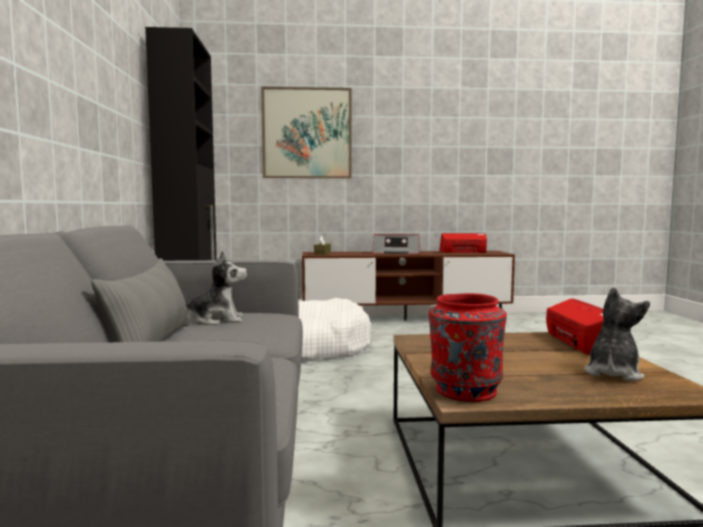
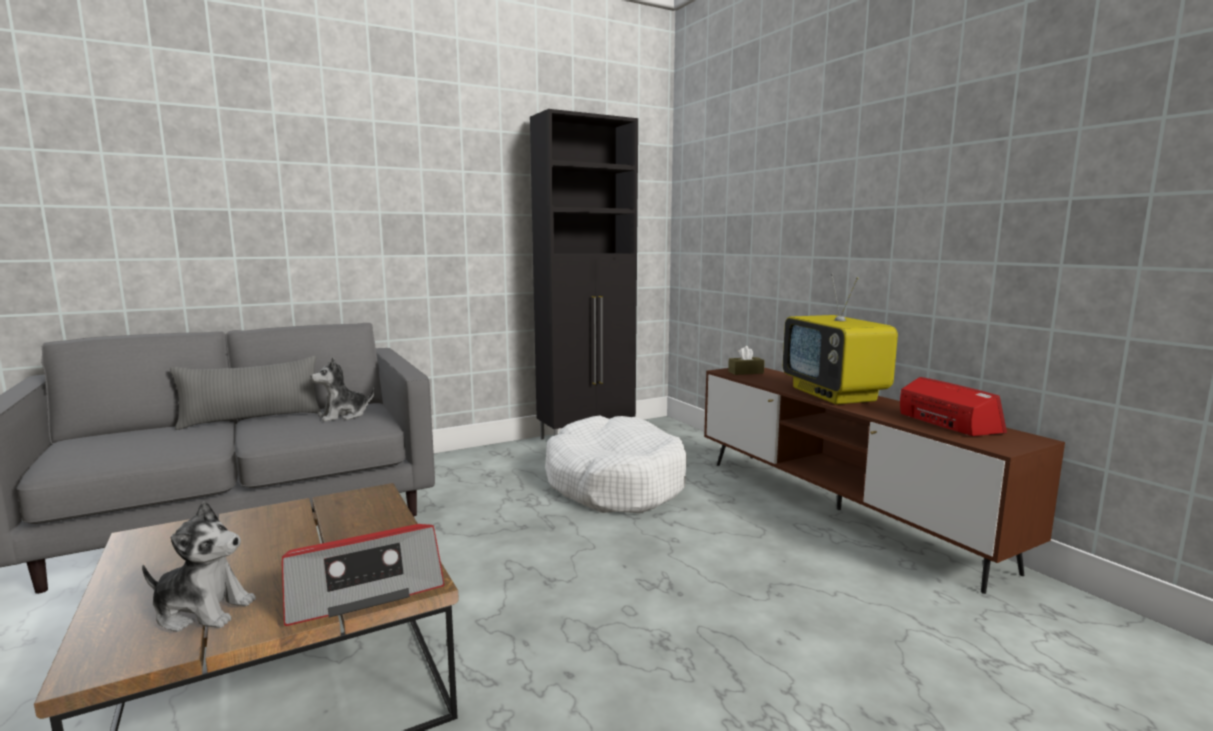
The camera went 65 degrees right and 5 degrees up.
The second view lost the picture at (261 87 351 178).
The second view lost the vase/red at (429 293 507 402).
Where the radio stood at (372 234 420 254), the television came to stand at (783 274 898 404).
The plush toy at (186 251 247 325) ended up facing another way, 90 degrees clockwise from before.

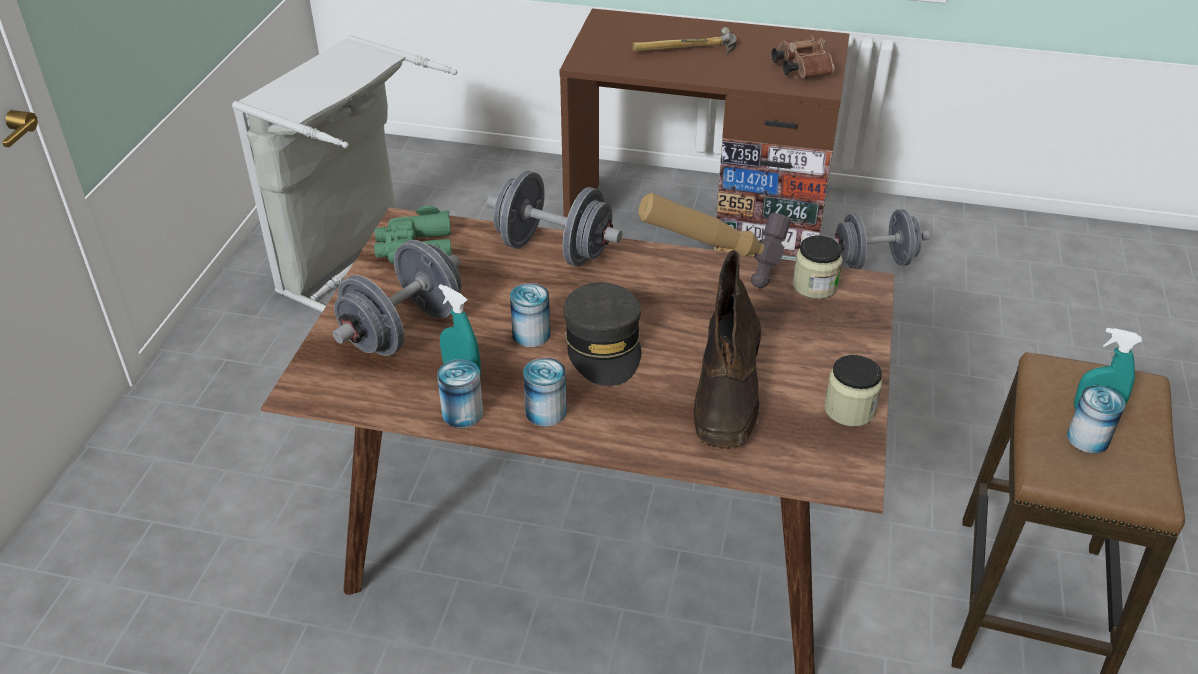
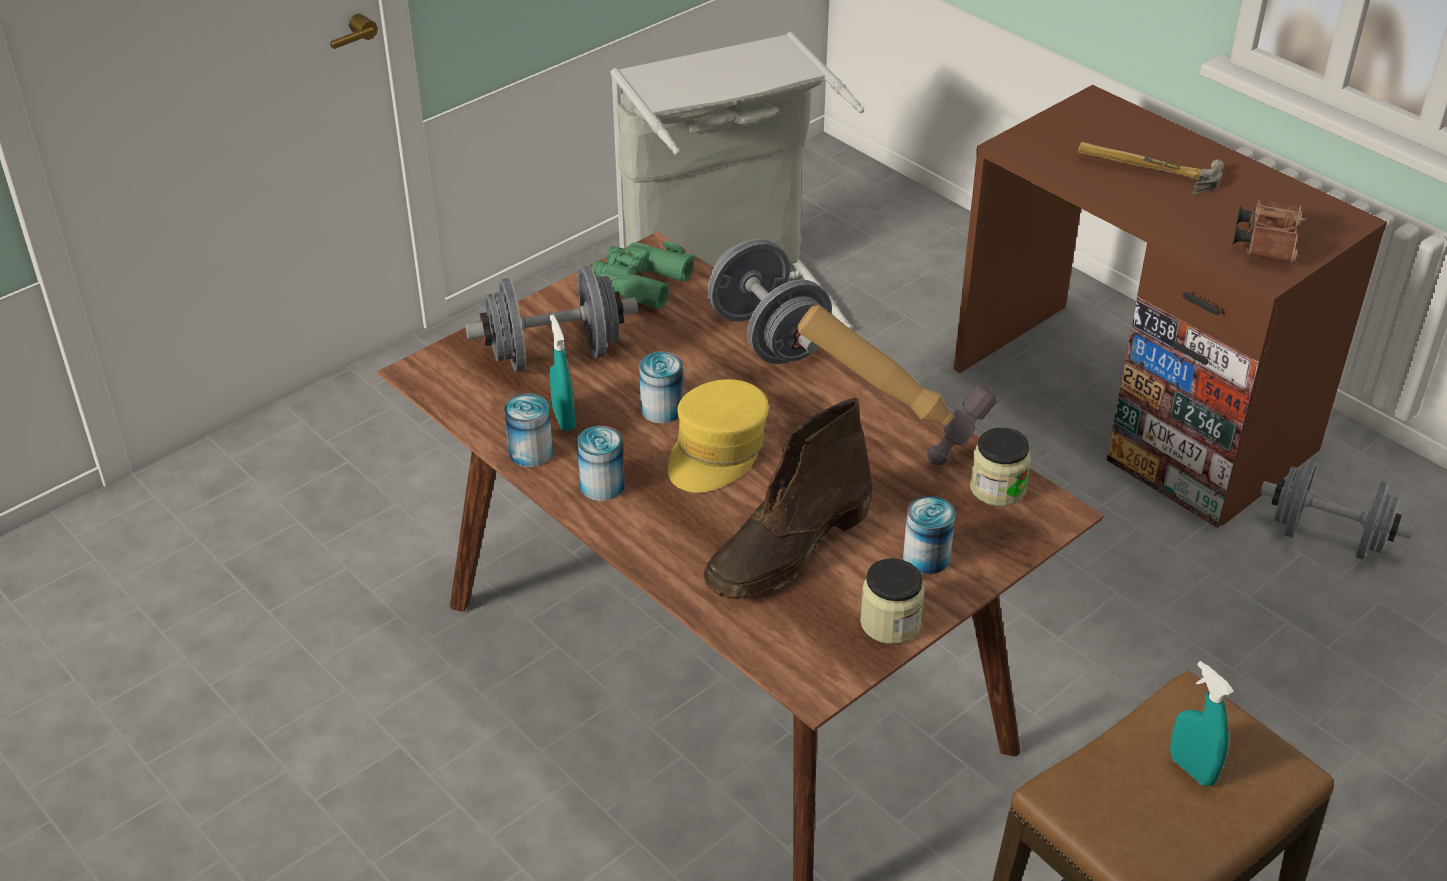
The camera went 35 degrees right and 0 degrees up.
The can ended up elsewhere, having gone from (1067 386 1125 453) to (903 496 955 574).
What was the cap/grey at (563 282 641 386) turned into the cap/yellow at (668 379 769 493).

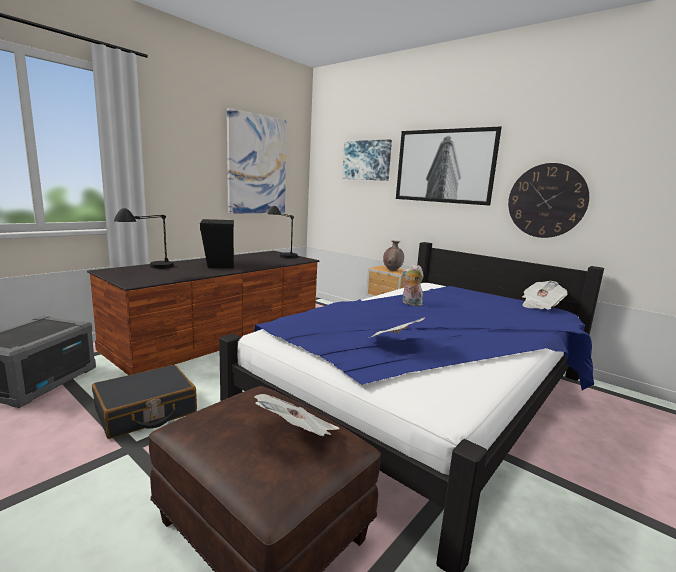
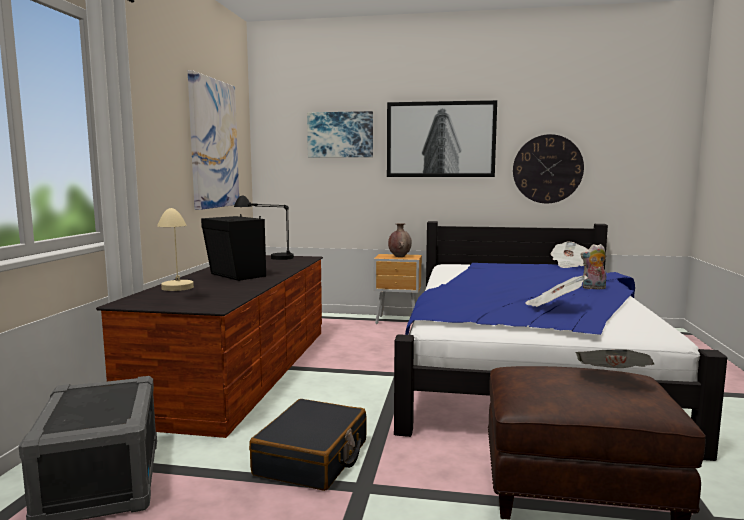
The camera went 30 degrees left and 5 degrees down.
The plush toy ended up elsewhere, having gone from (402 265 424 306) to (580 244 606 289).
What was the table lamp/black at (114 208 174 269) turned into the table lamp/beige at (157 208 194 291).

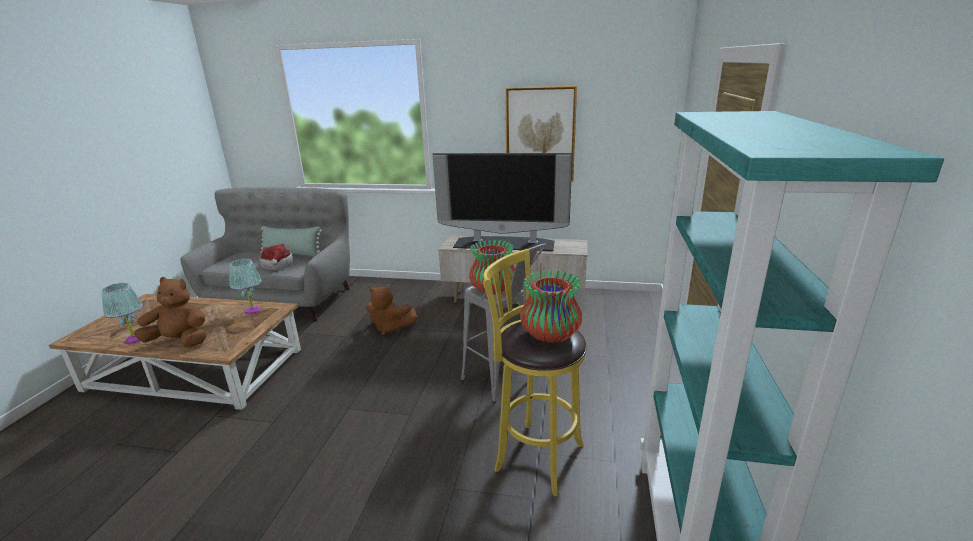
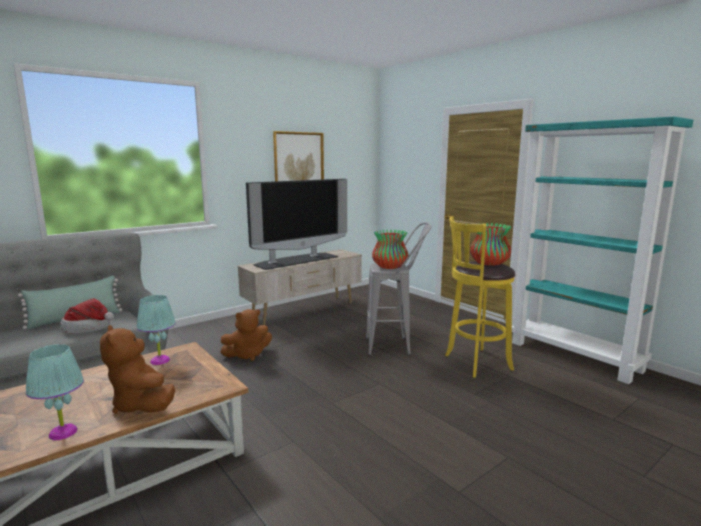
The camera went 50 degrees left and 10 degrees down.
The plush toy/brown at (134 277 207 347) ended up facing another way, 75 degrees counterclockwise from before.

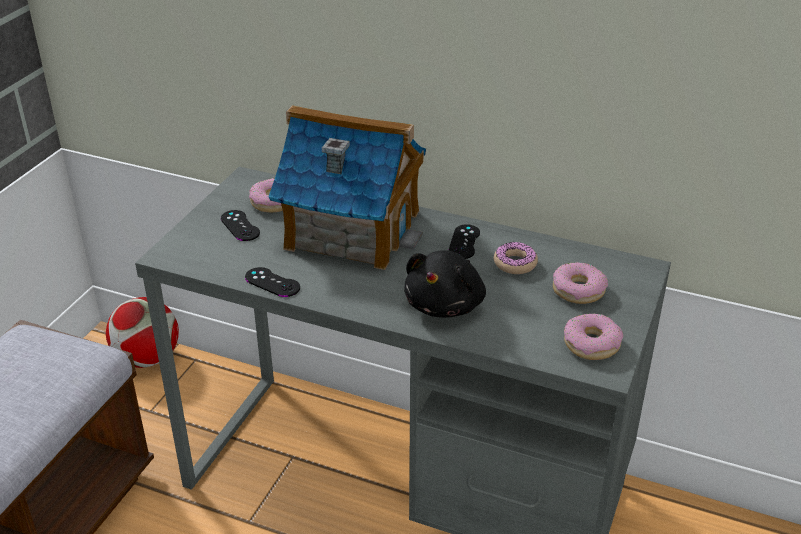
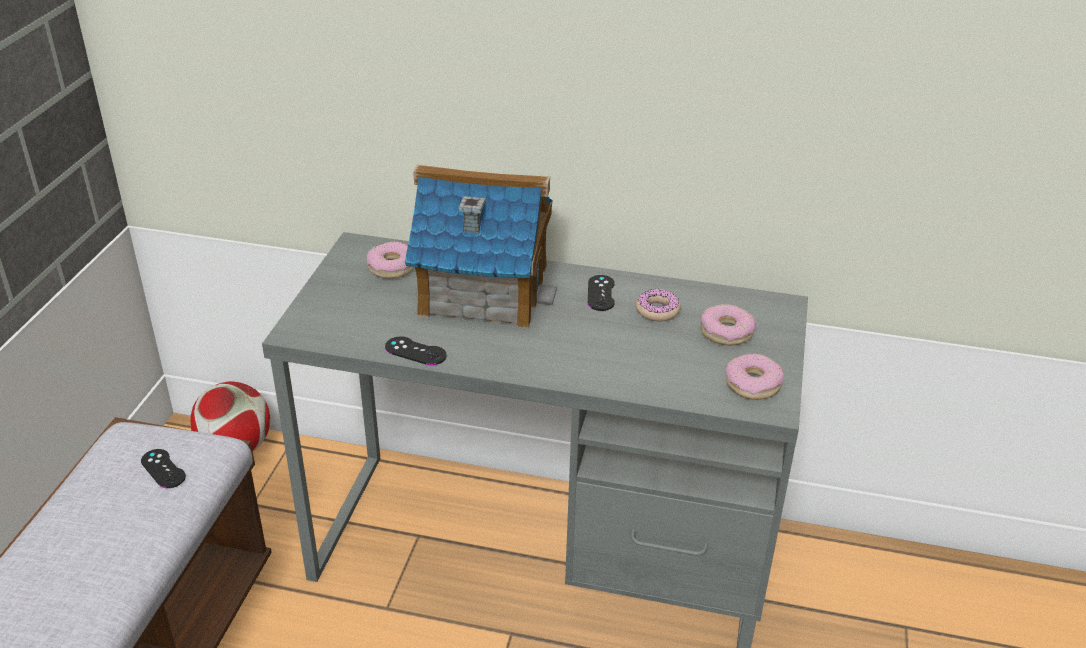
The camera went 10 degrees left and 0 degrees up.
The second view lost the plush toy/black at (404 250 486 318).
The game controller/black ended up elsewhere, having gone from (221 210 260 241) to (141 449 186 488).

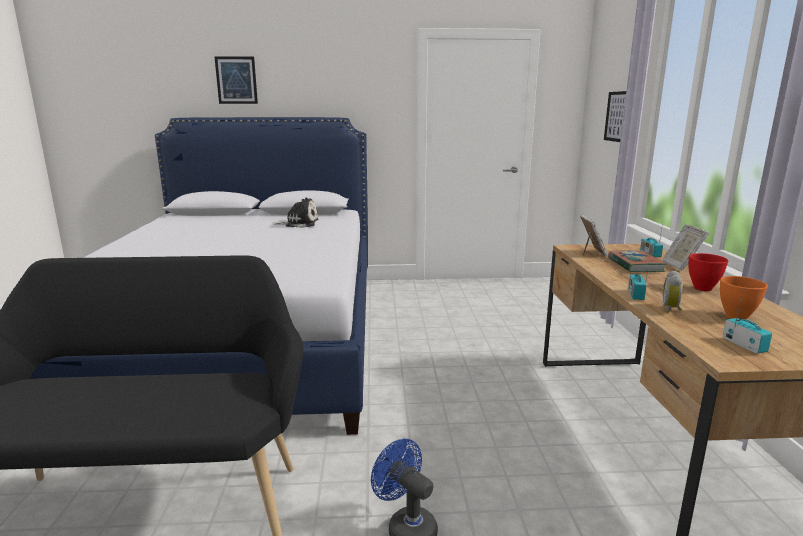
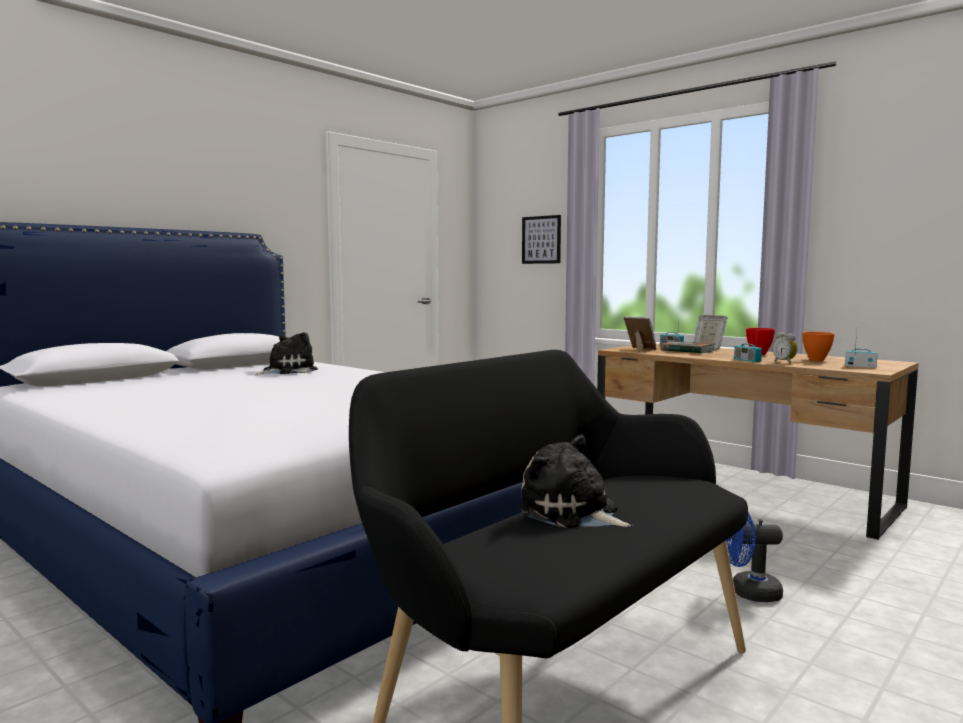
The camera went 45 degrees left and 10 degrees down.
The second view lost the picture at (214 56 258 104).
The second view gained the plush toy at (518 435 634 528).

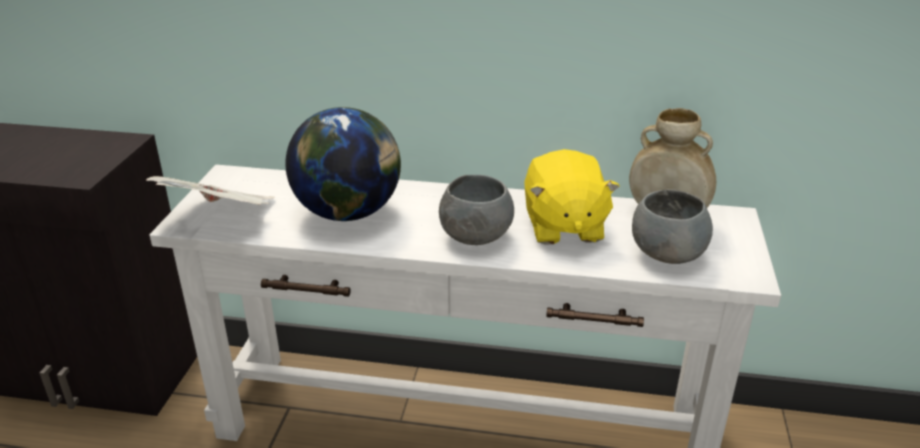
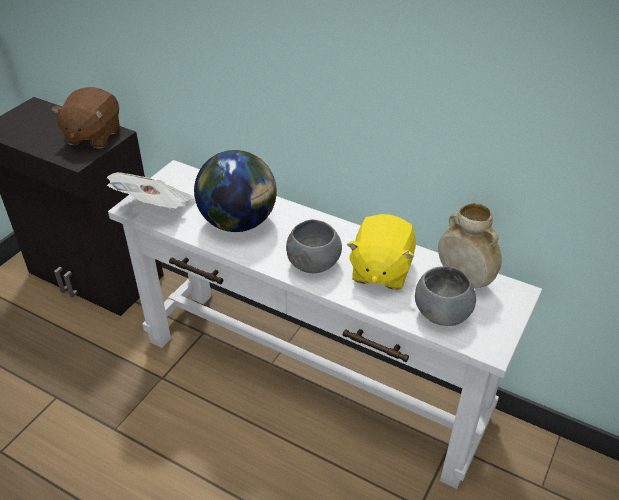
The camera went 20 degrees right and 10 degrees up.
The second view gained the plush toy/brown at (51 87 120 149).

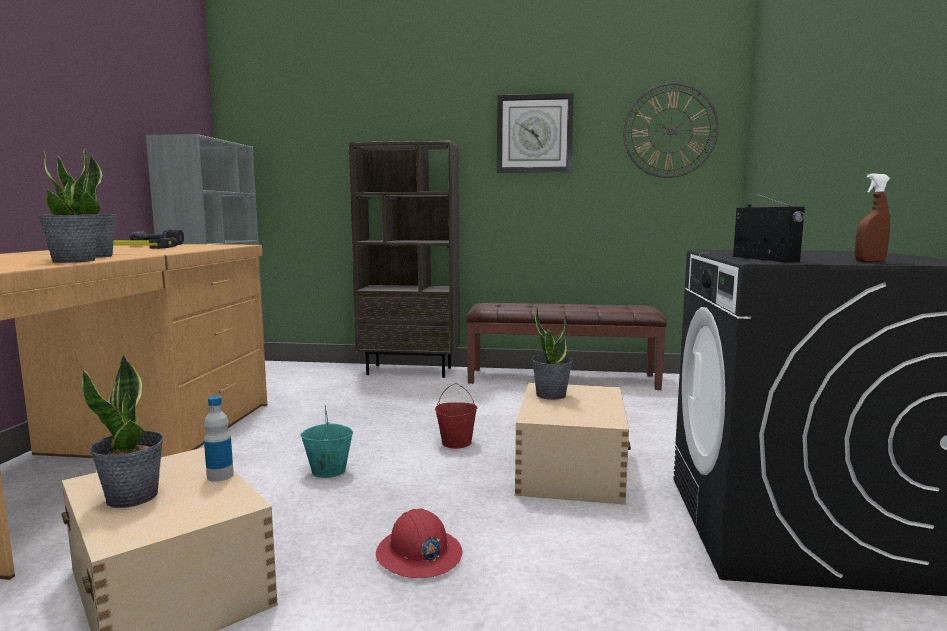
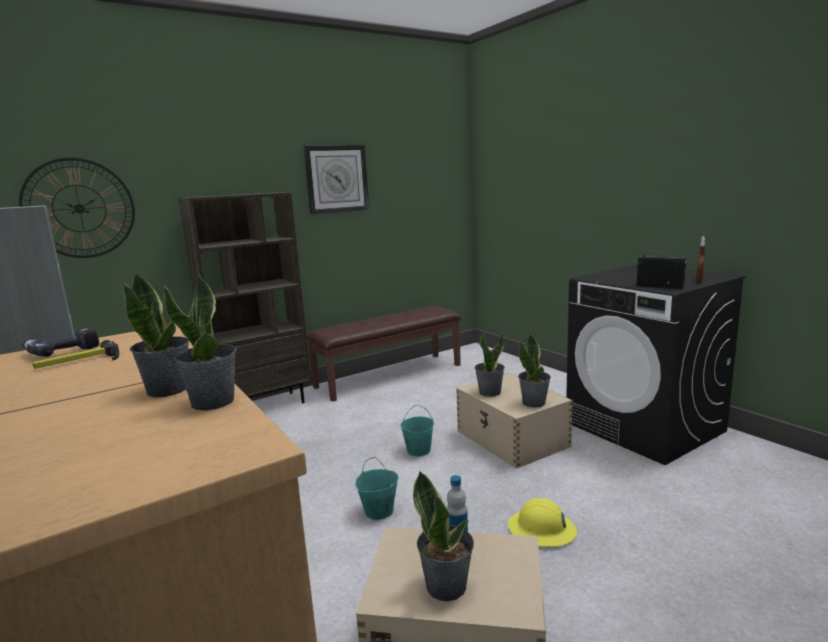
The camera went 40 degrees left and 5 degrees up.
The second view gained the potted plant at (518 333 551 408).
The wall clock ended up elsewhere, having gone from (623 82 719 178) to (19 158 135 258).
What was the hard hat/red at (376 508 463 578) turned into the hard hat/yellow at (508 498 577 547).
What was the bucket/red at (435 383 477 449) turned into the bucket/turquoise at (401 405 434 456).

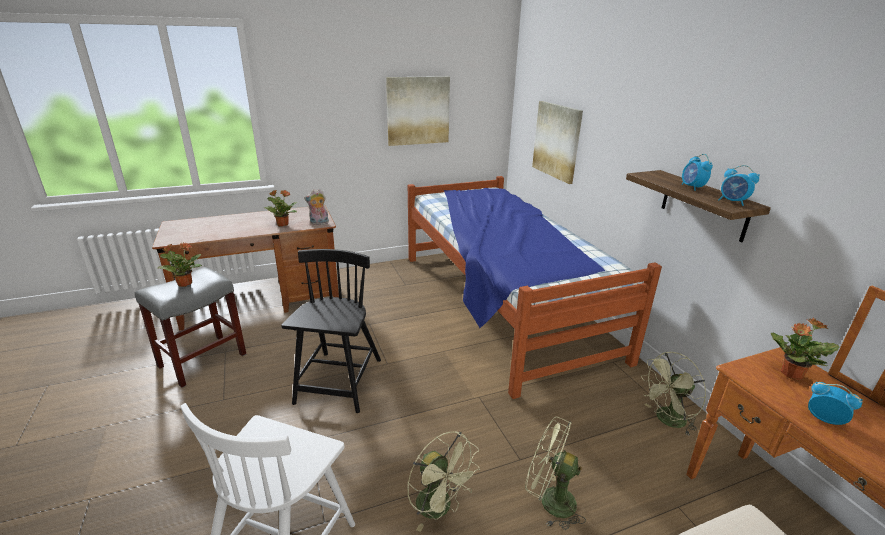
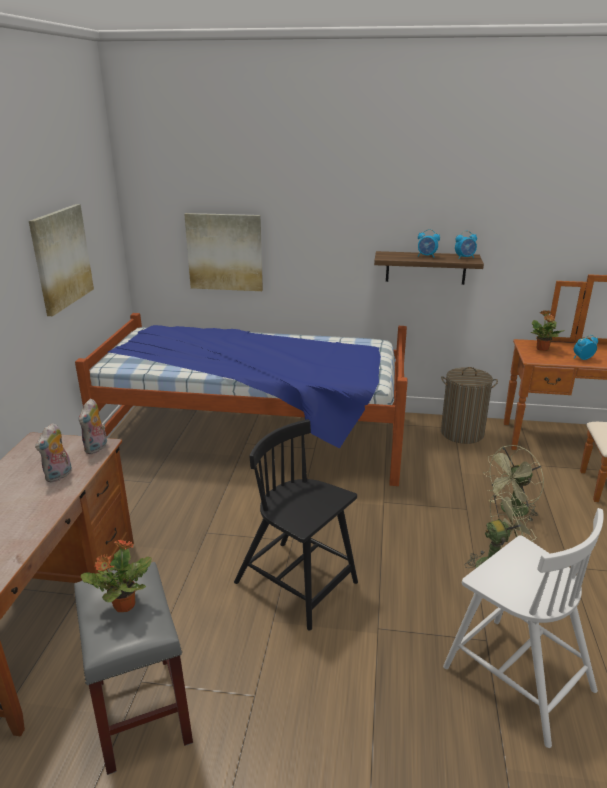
The camera went 60 degrees left and 0 degrees up.
Where the potted plant stood at (264 190 297 227), the plush toy came to stand at (35 423 72 483).
Where the fan/green stood at (641 352 706 435), the laundry basket came to stand at (441 367 498 444).

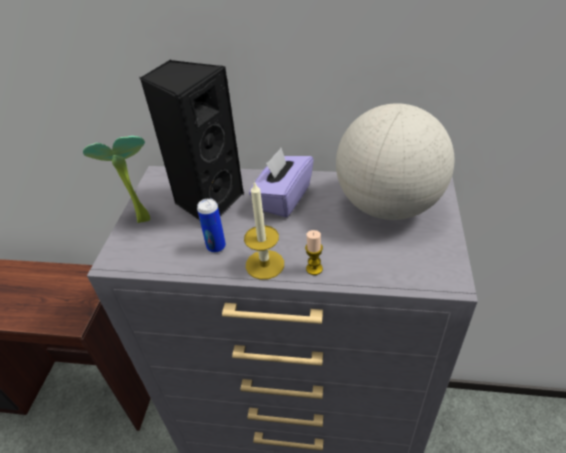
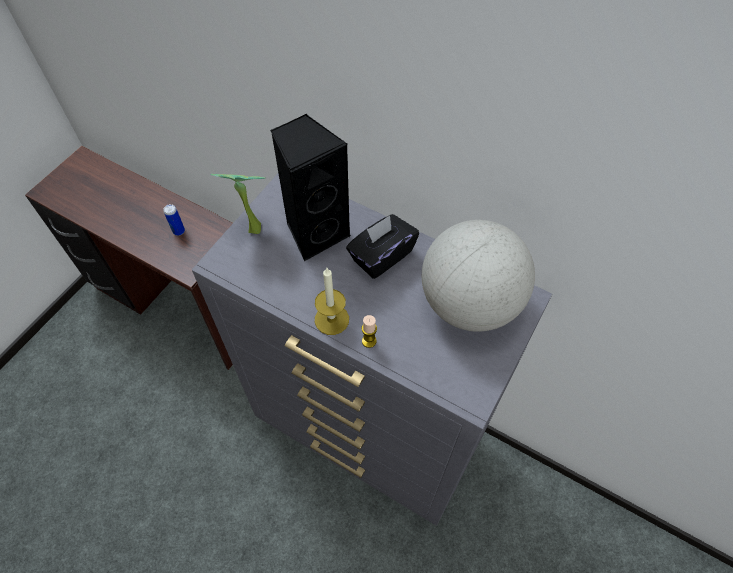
The camera went 20 degrees right and 15 degrees up.
The can ended up elsewhere, having gone from (197 198 226 253) to (164 204 185 236).
What was the tissue box/purple at (249 148 314 217) turned into the tissue box/black at (346 214 419 279).

